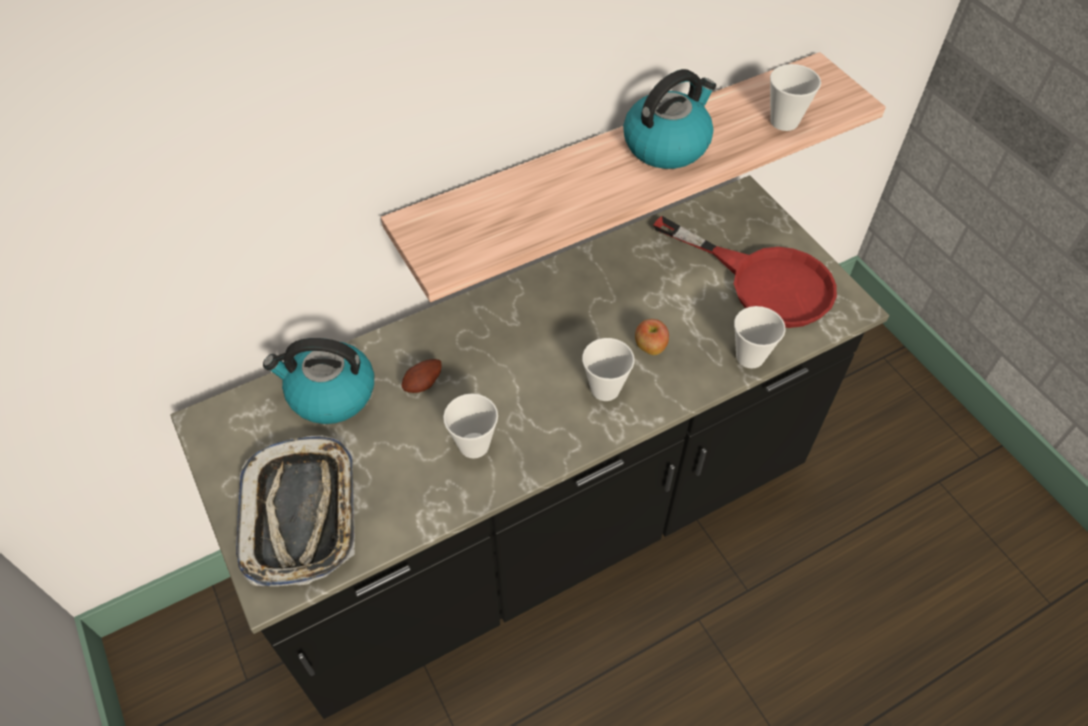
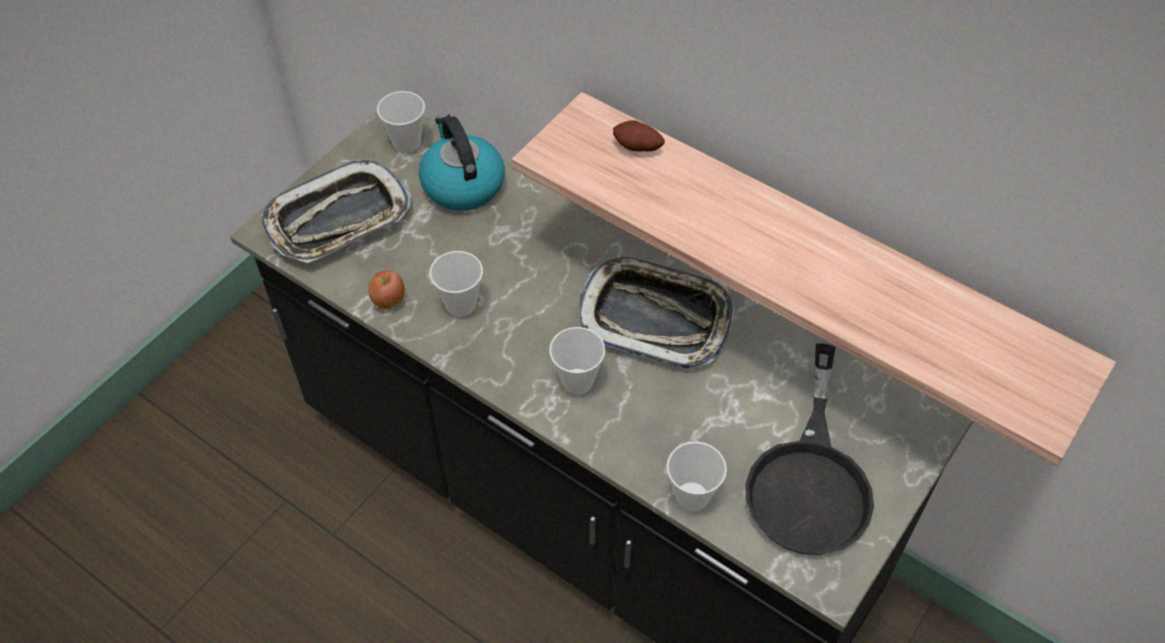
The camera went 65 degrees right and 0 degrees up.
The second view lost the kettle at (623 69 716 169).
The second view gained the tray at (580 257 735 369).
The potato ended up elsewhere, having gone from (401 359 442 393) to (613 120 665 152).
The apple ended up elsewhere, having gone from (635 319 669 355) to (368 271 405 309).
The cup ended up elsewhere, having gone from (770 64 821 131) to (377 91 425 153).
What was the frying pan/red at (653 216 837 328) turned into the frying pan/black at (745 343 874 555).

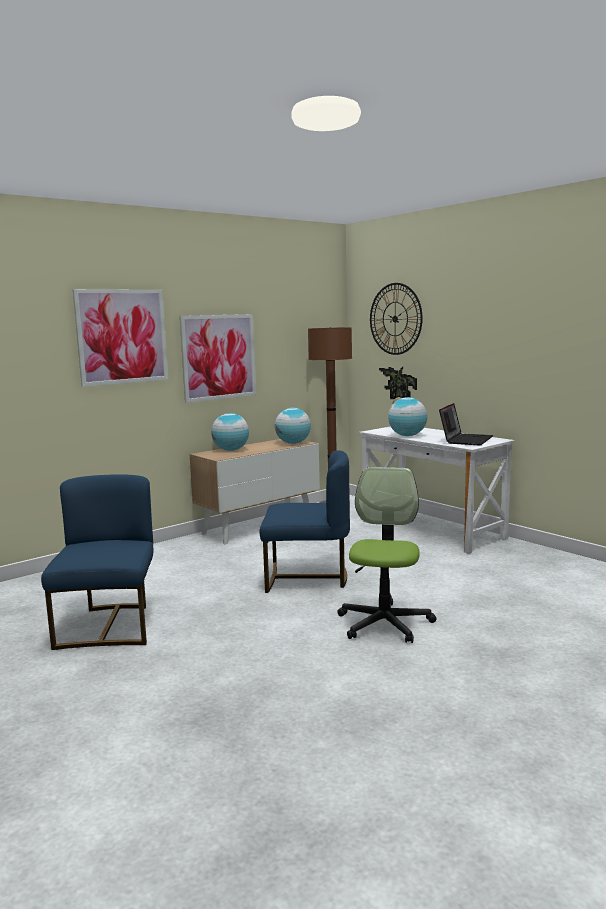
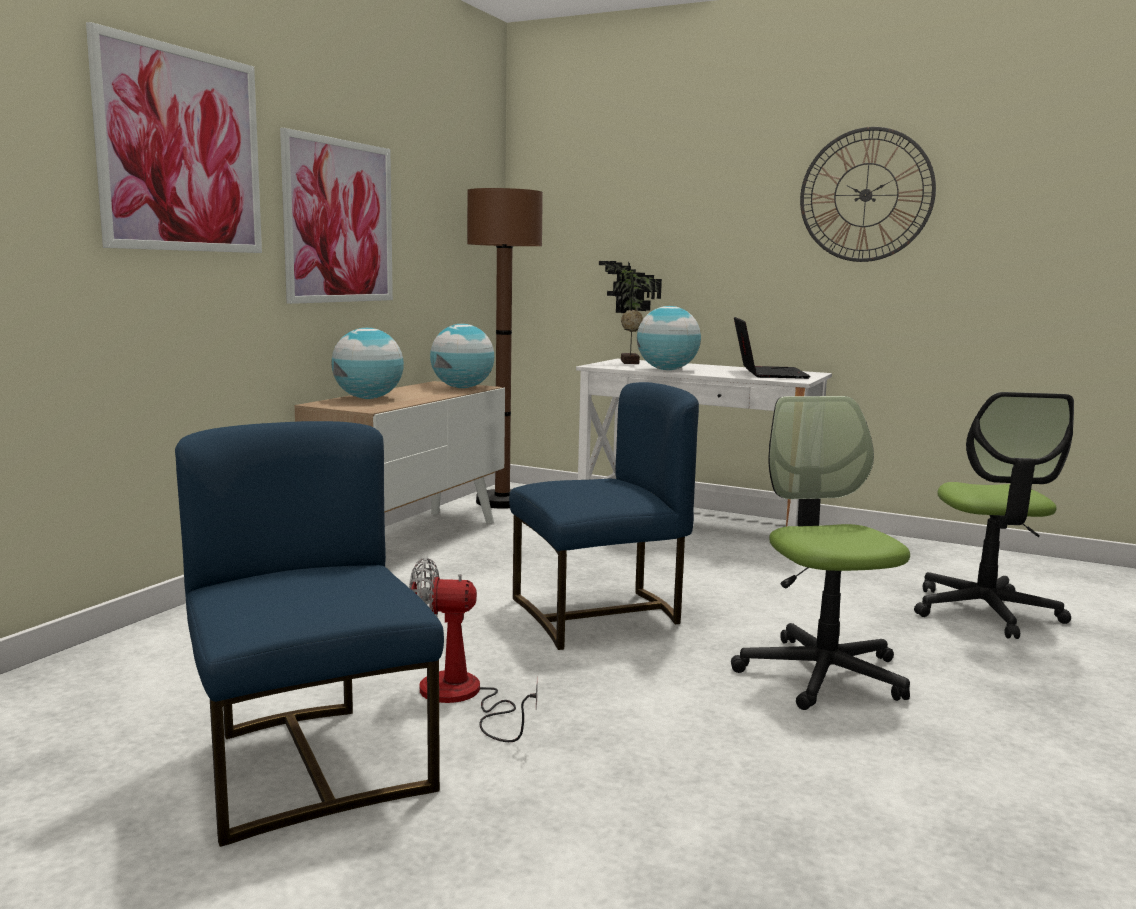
The camera went 25 degrees left and 0 degrees up.
The second view gained the fan at (409 557 538 742).
The second view gained the office chair at (914 392 1074 639).
The wall clock ended up elsewhere, having gone from (370 283 423 355) to (800 127 936 262).

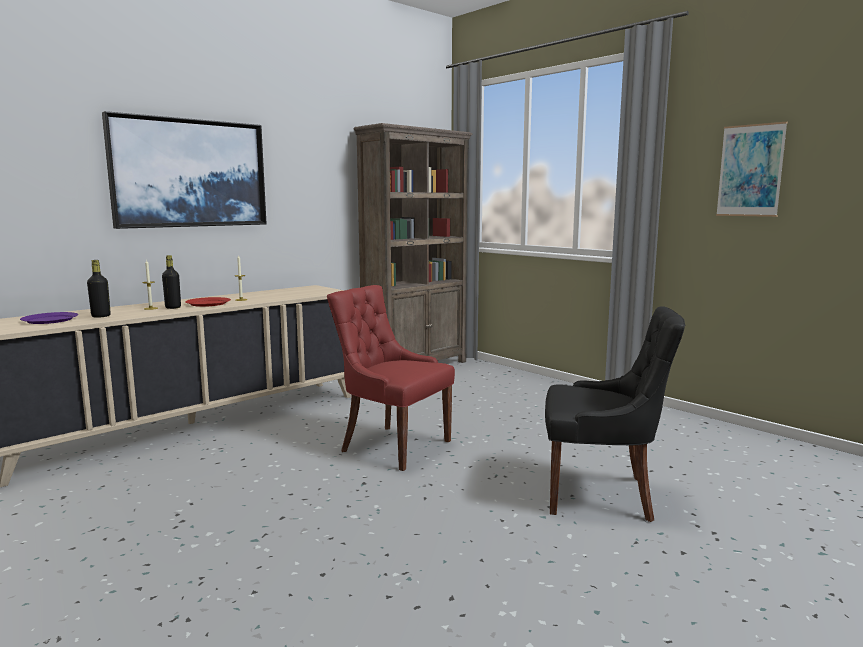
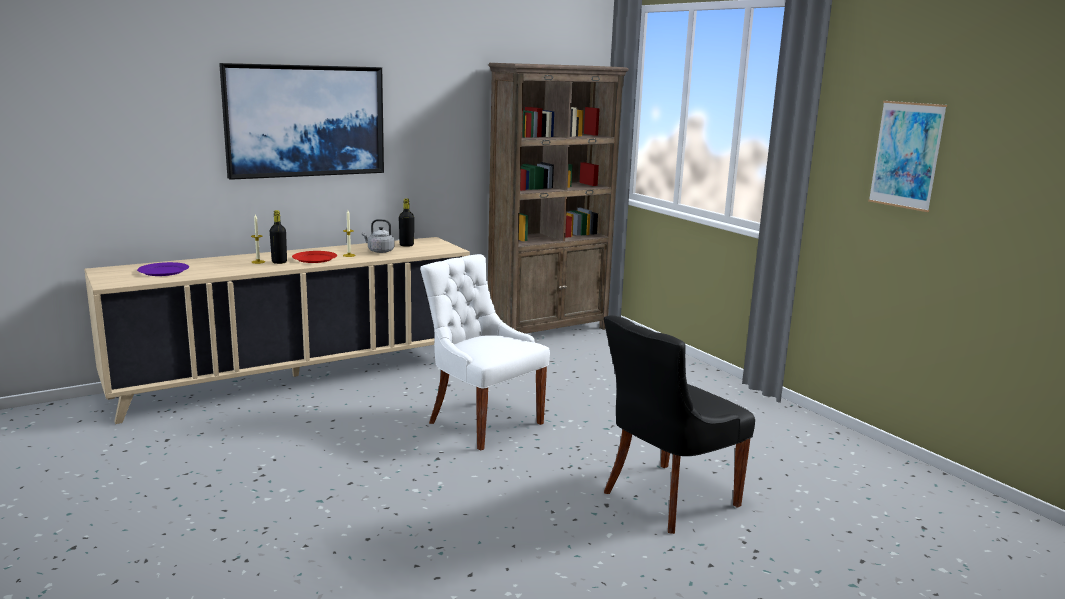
The camera went 10 degrees right and 5 degrees up.
The second view gained the kettle/grey at (362 219 394 253).
The bottle/black ended up elsewhere, having gone from (87 260 111 318) to (399 199 414 247).
What was the chair/red at (327 285 455 471) turned into the chair/white at (420 254 550 451).
The chair/black at (545 306 685 522) ended up facing another way, 120 degrees clockwise from before.

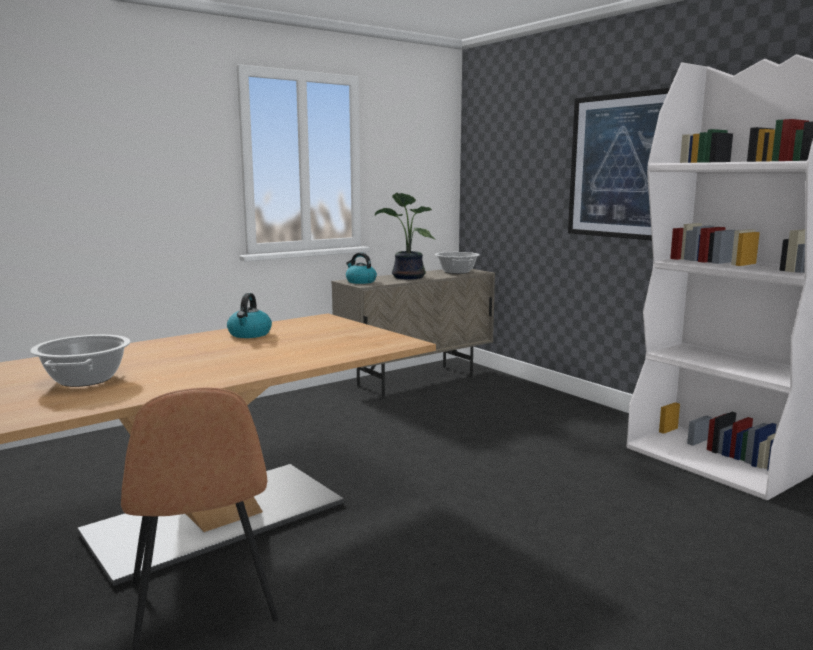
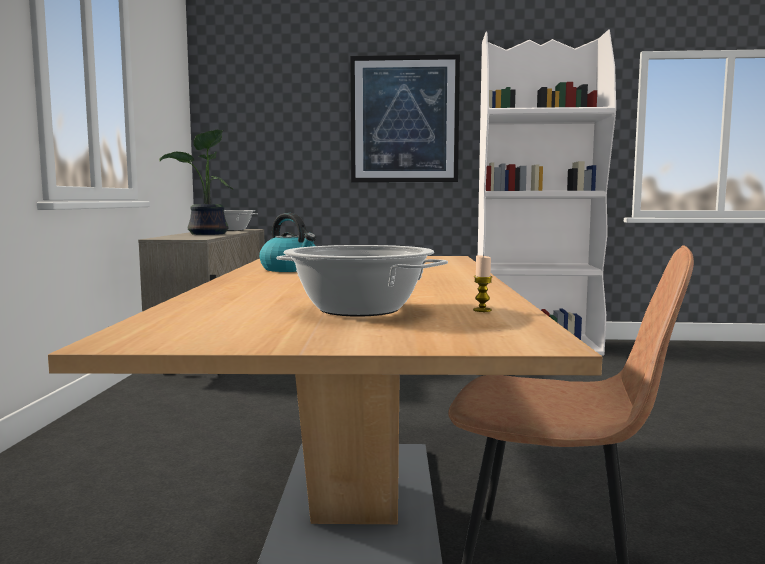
The camera went 50 degrees left and 5 degrees down.
The second view lost the kettle at (346 253 377 284).
The second view gained the candle at (473 255 492 312).

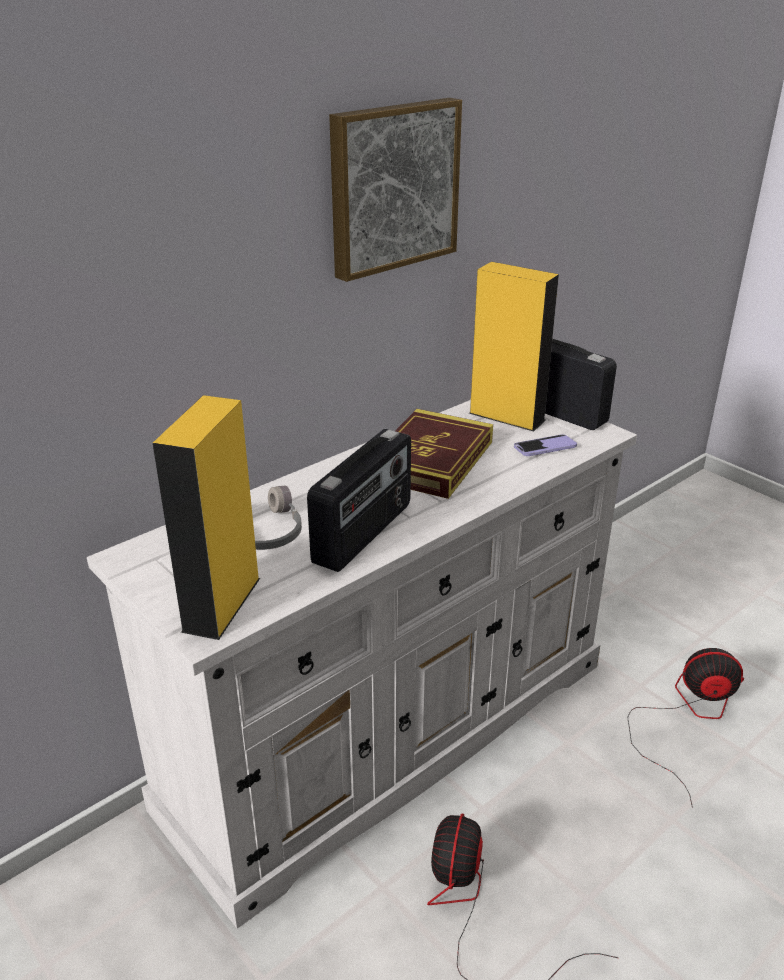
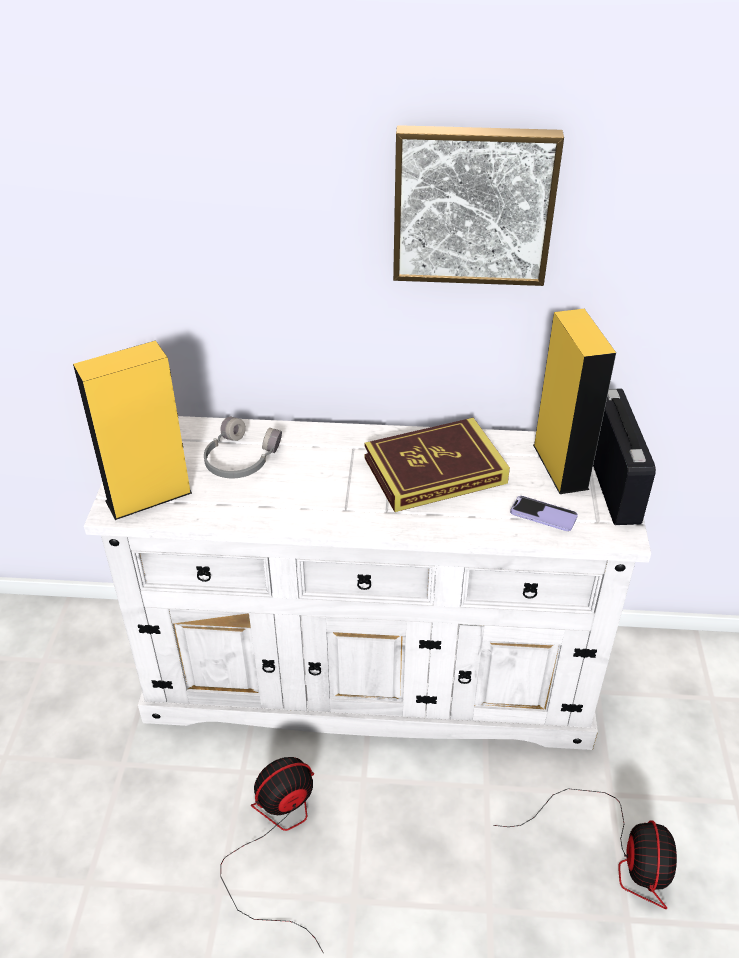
The camera went 45 degrees right and 10 degrees up.
The second view lost the radio at (307 429 411 572).
The fan at (627 648 744 808) ended up facing another way, 45 degrees clockwise from before.

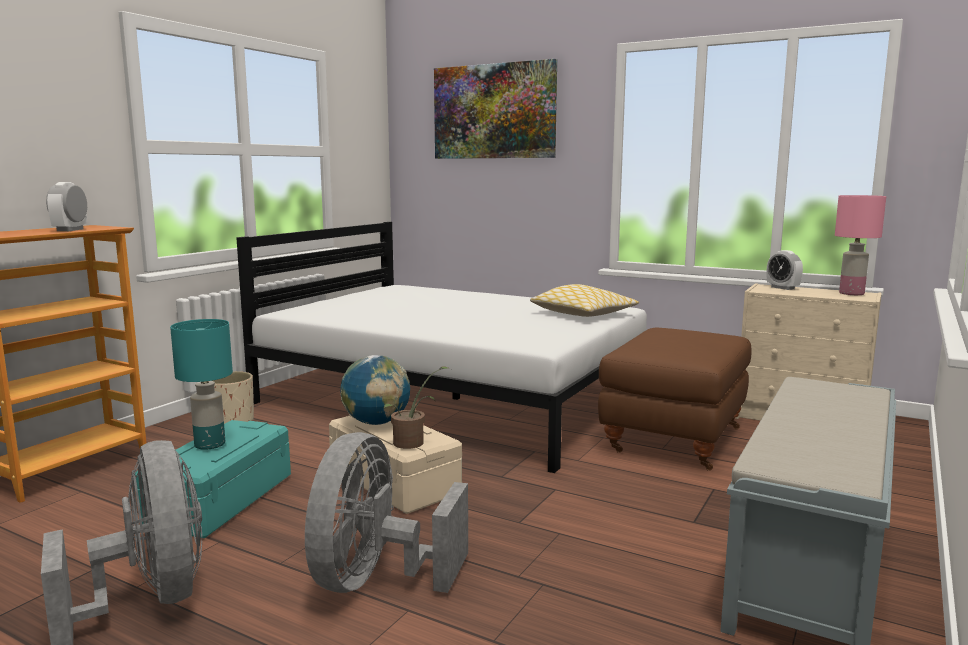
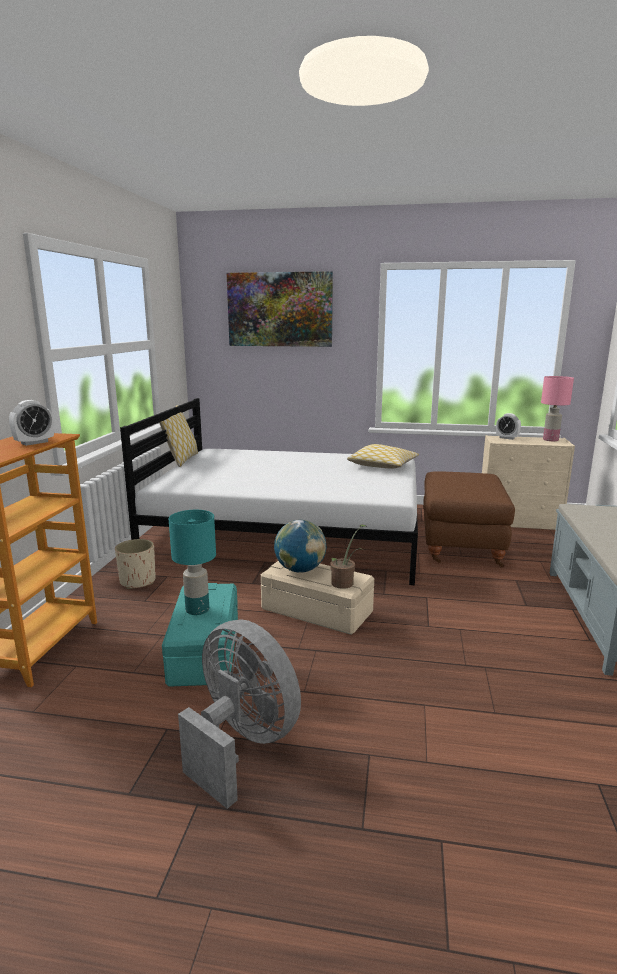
The camera went 20 degrees left and 5 degrees up.
The second view lost the fan/grey at (305 432 468 593).
The second view gained the pillow at (159 405 198 467).
The alarm clock at (46 182 87 231) ended up facing another way, 120 degrees counterclockwise from before.

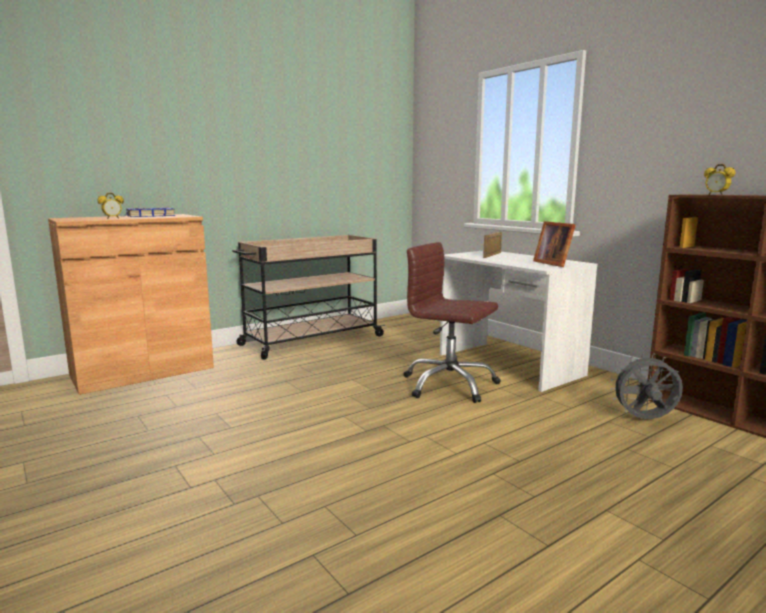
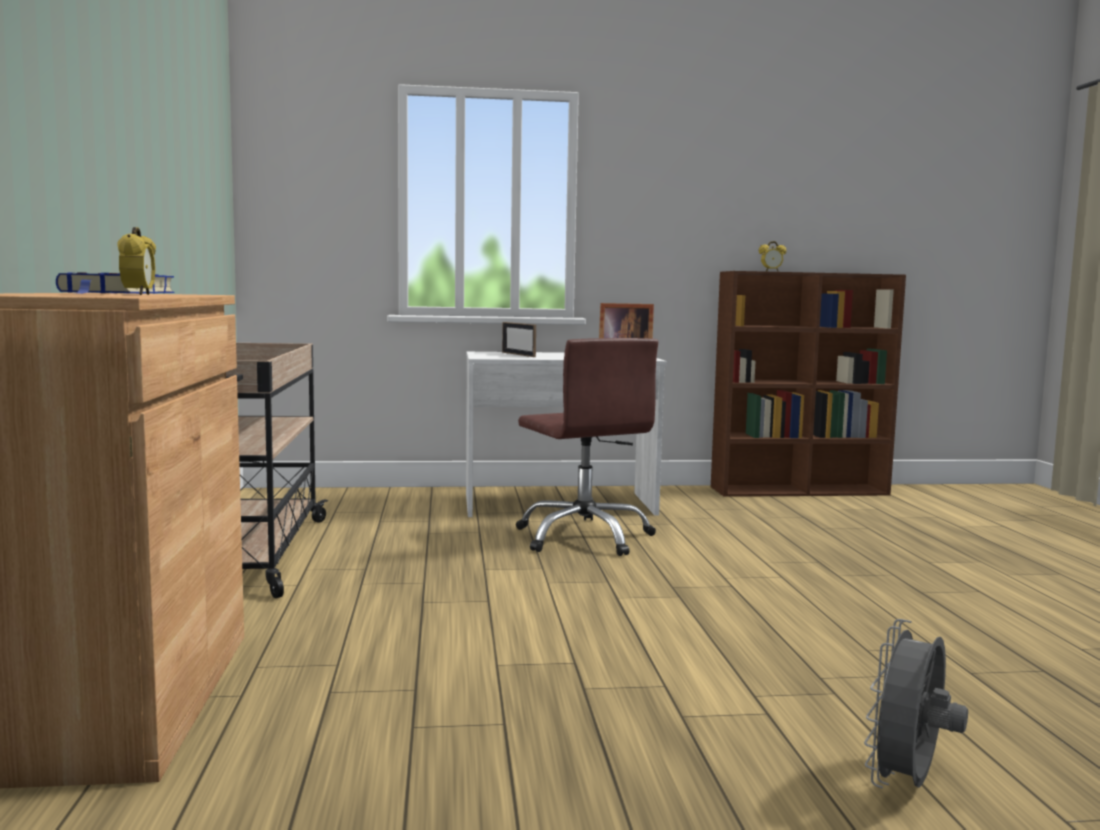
The camera went 60 degrees left and 5 degrees down.
The fan/grey ended up elsewhere, having gone from (610 353 683 419) to (864 619 968 789).
The office chair/brown at (404 242 501 403) ended up facing another way, 90 degrees counterclockwise from before.

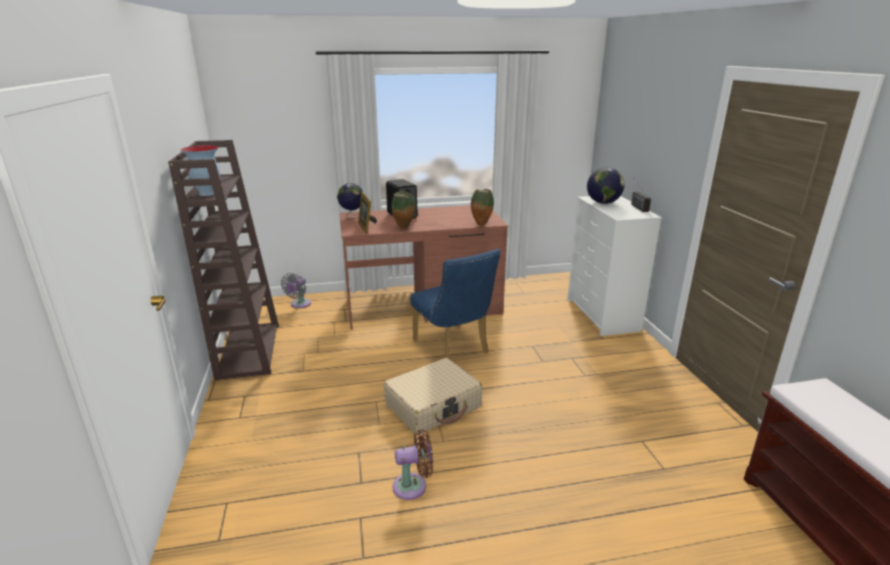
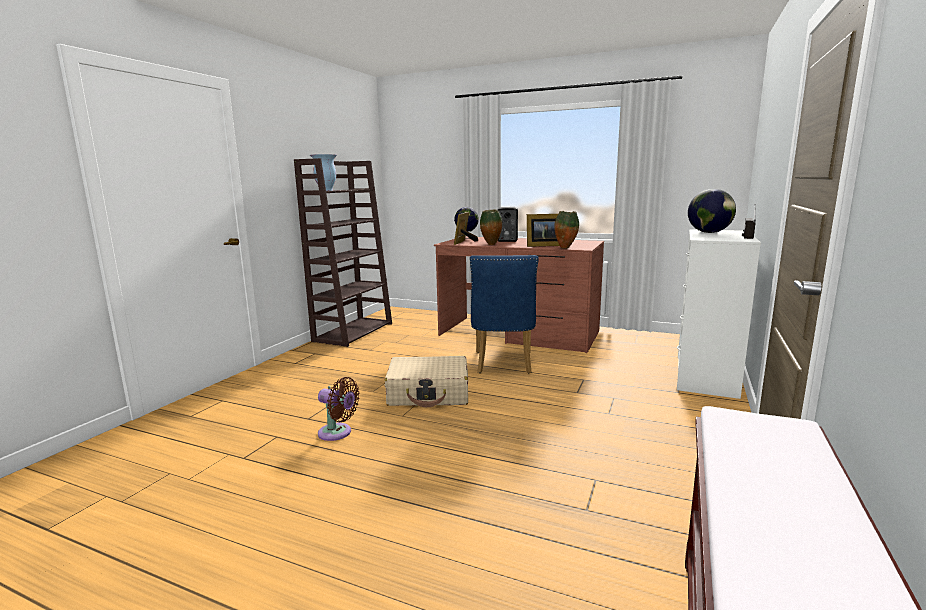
The camera went 35 degrees right and 10 degrees down.
The second view lost the fan/grey at (281 273 311 308).
The second view gained the picture frame at (527 214 560 247).

